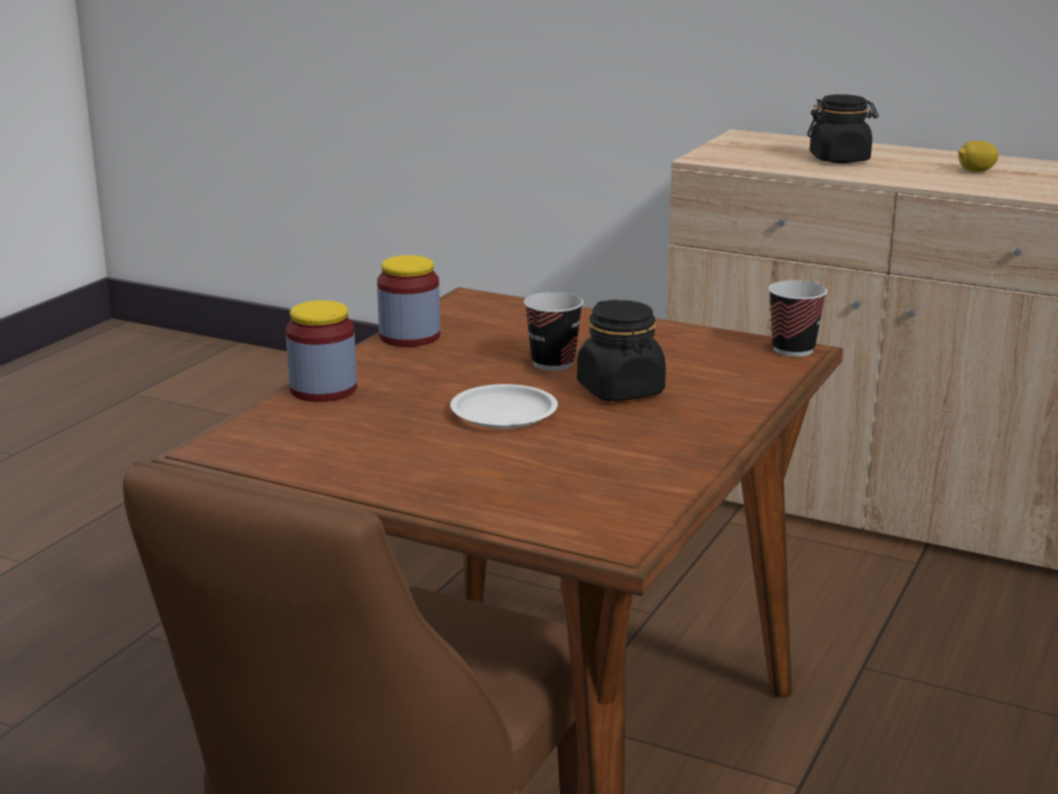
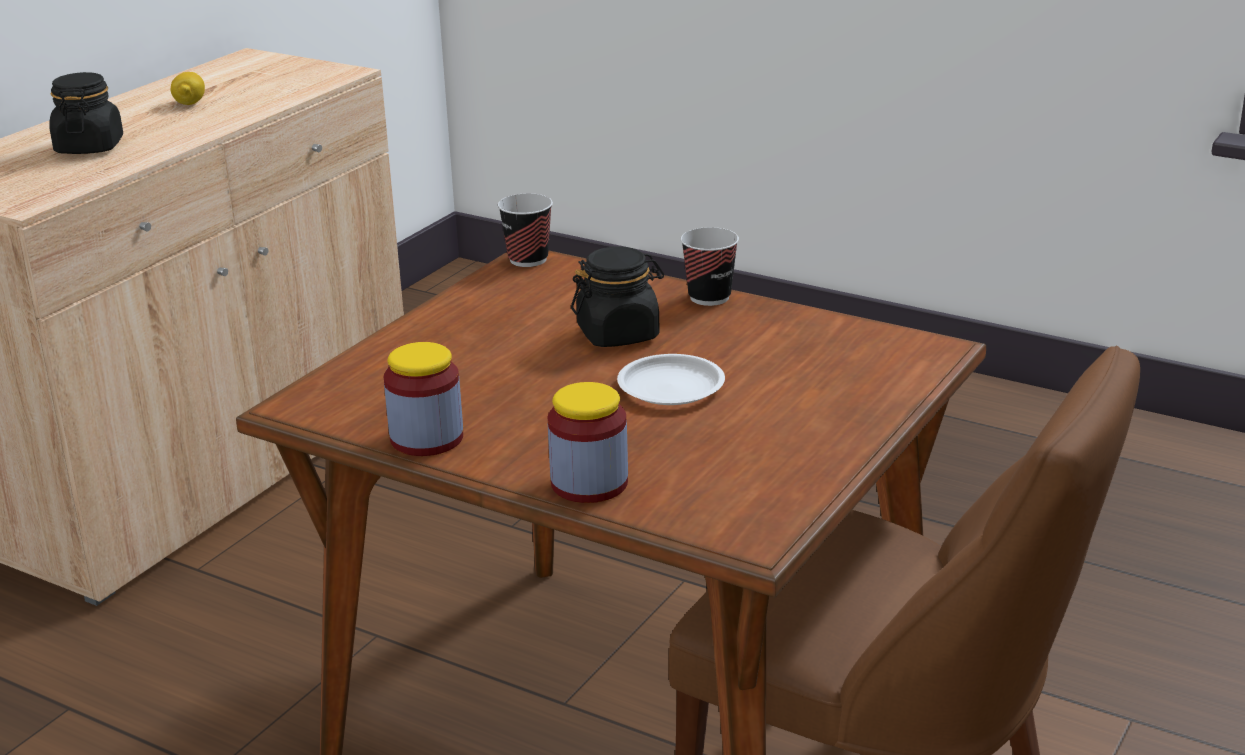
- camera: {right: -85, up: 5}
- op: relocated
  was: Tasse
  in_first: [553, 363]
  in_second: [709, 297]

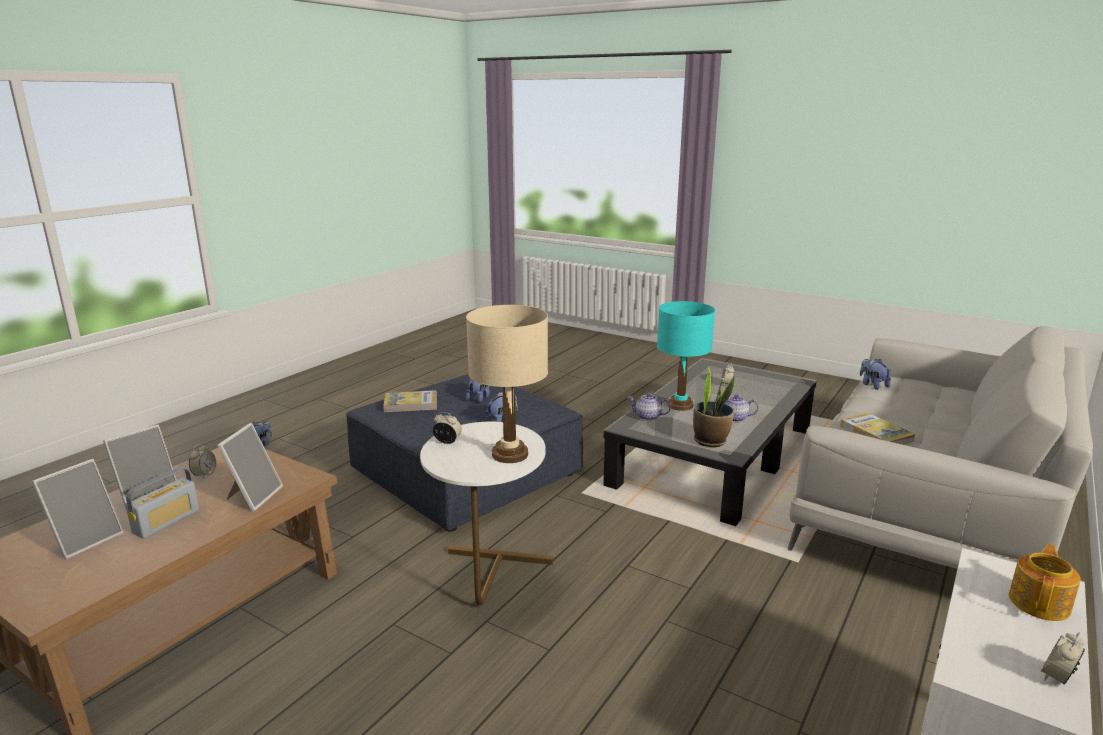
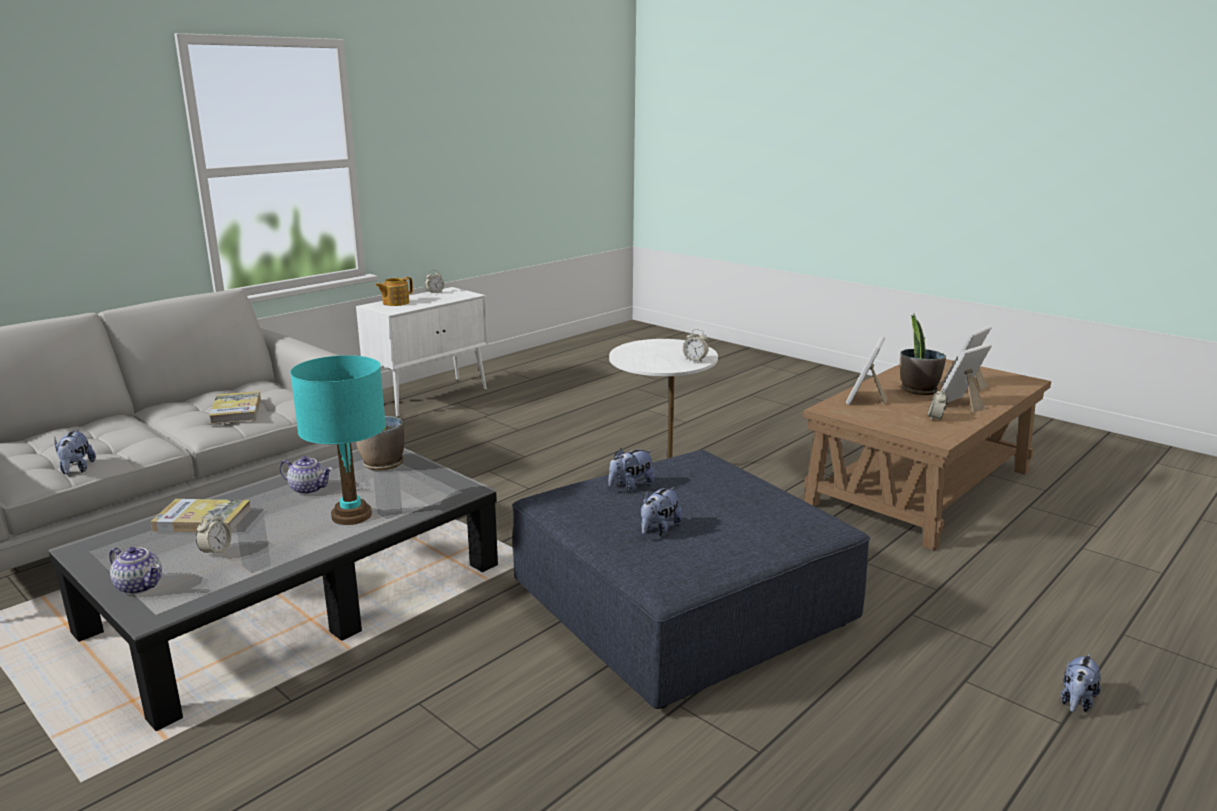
- camera: {right: -170, up: 0}
- op: missing
  was: Tischlampe/beige
  in_first: [509, 454]
- op: relocated
  was: Buch
  in_first: [411, 404]
  in_second: [202, 520]
- op: relocated
  was: Teekanne
  in_first: [647, 417]
  in_second: [140, 586]
- op: exchanged
  was: Radio
  now: Topfpflanze
  in_first: [166, 522]
  in_second: [918, 390]

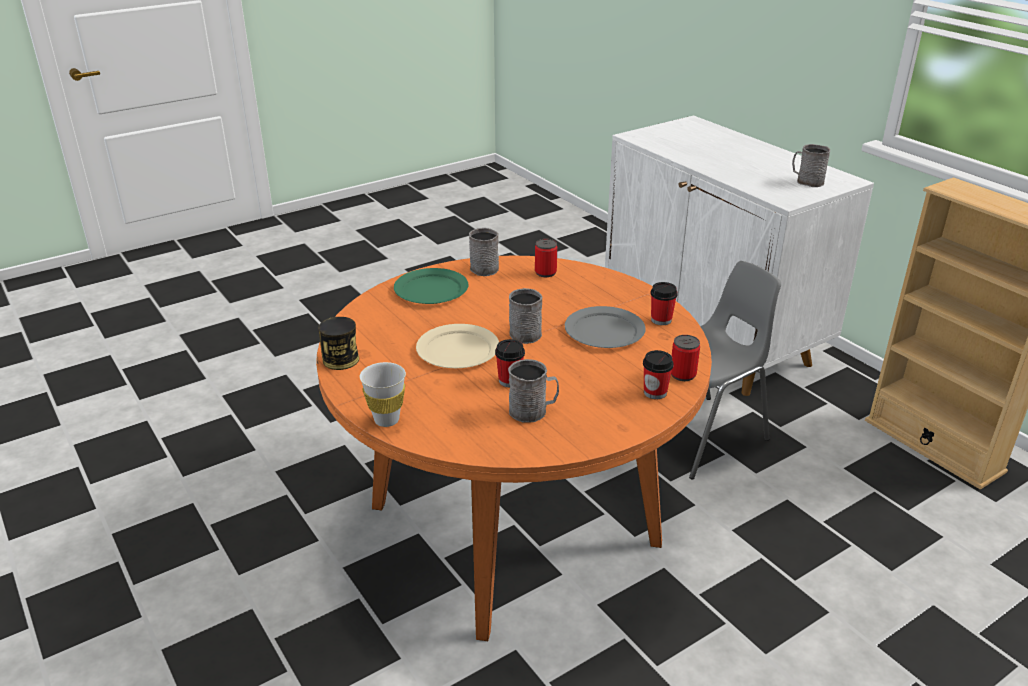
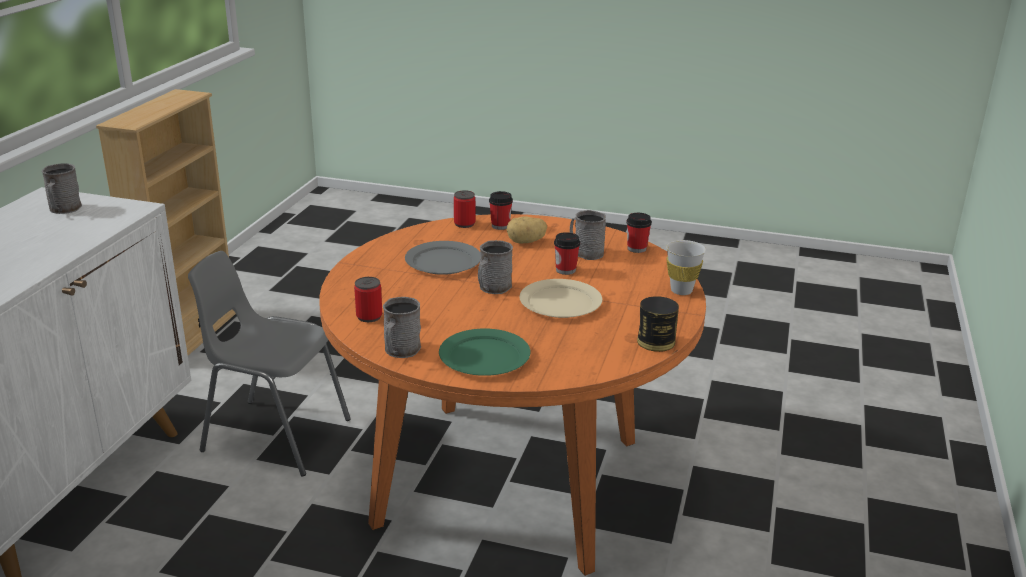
- camera: {right: -130, up: -5}
- op: relocated
  was: Tasse
  in_first: [661, 320]
  in_second: [636, 248]
- op: appeared
  now: Kartoffel
  in_second: [526, 242]

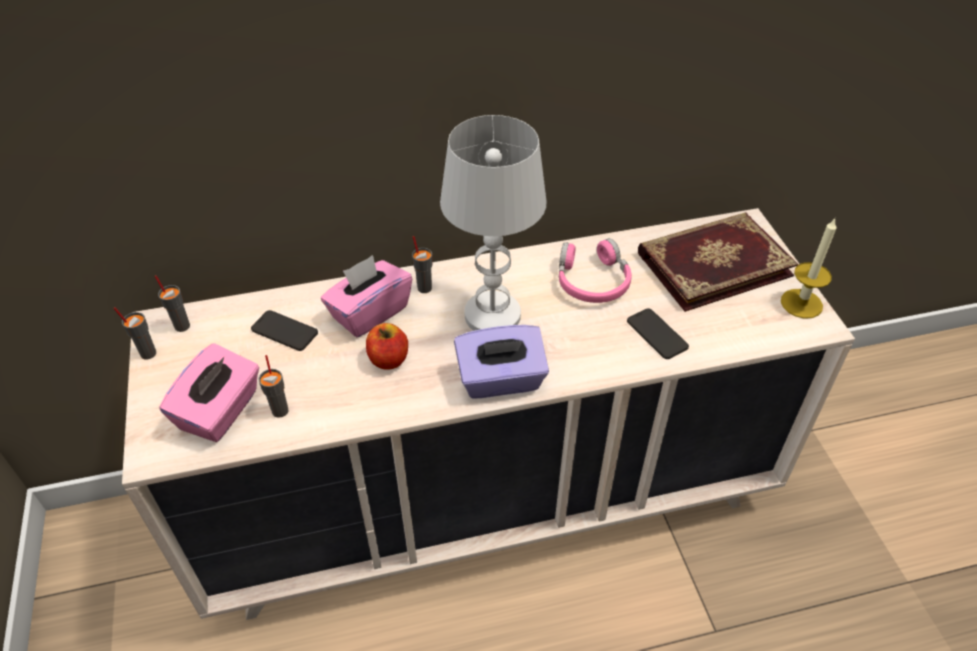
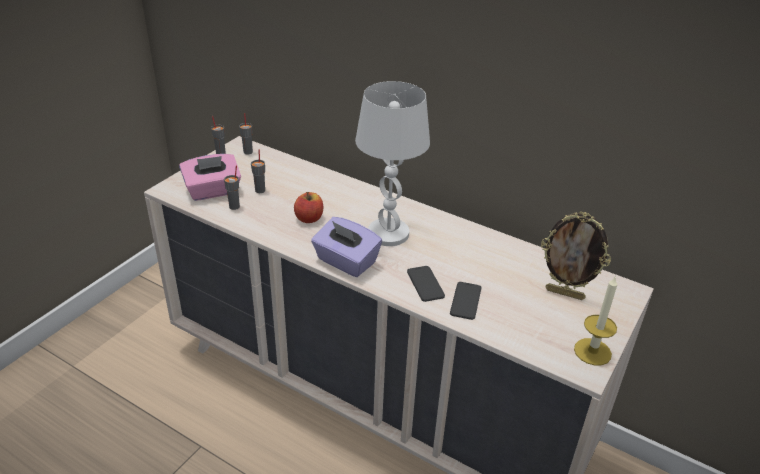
- camera: {right: 45, up: -10}
- op: exchanged
  was: Buch
  now: Bilderrahmen
  in_first: [713, 263]
  in_second: [565, 293]
- op: relocated
  was: Tasse/grau
  in_first: [424, 288]
  in_second: [260, 190]
- op: missing
  was: Kopfhörer/rosa
  in_first: [592, 281]
- op: missing
  was: Taschentuchbox/rosa
  in_first: [369, 312]
- op: relocated
  was: Handy
  in_first: [284, 331]
  in_second: [425, 284]

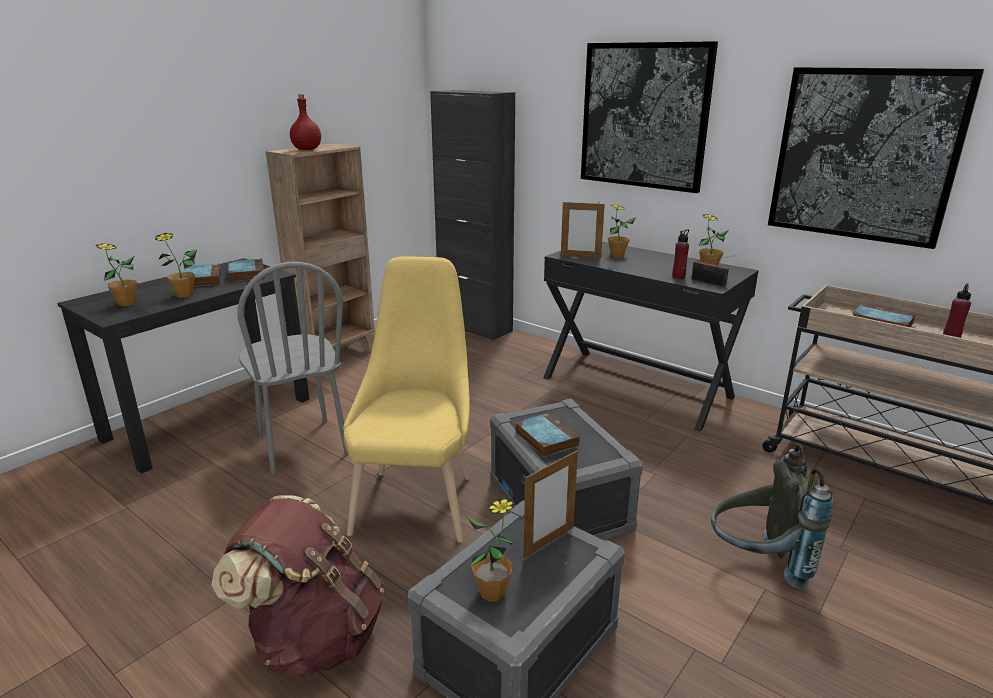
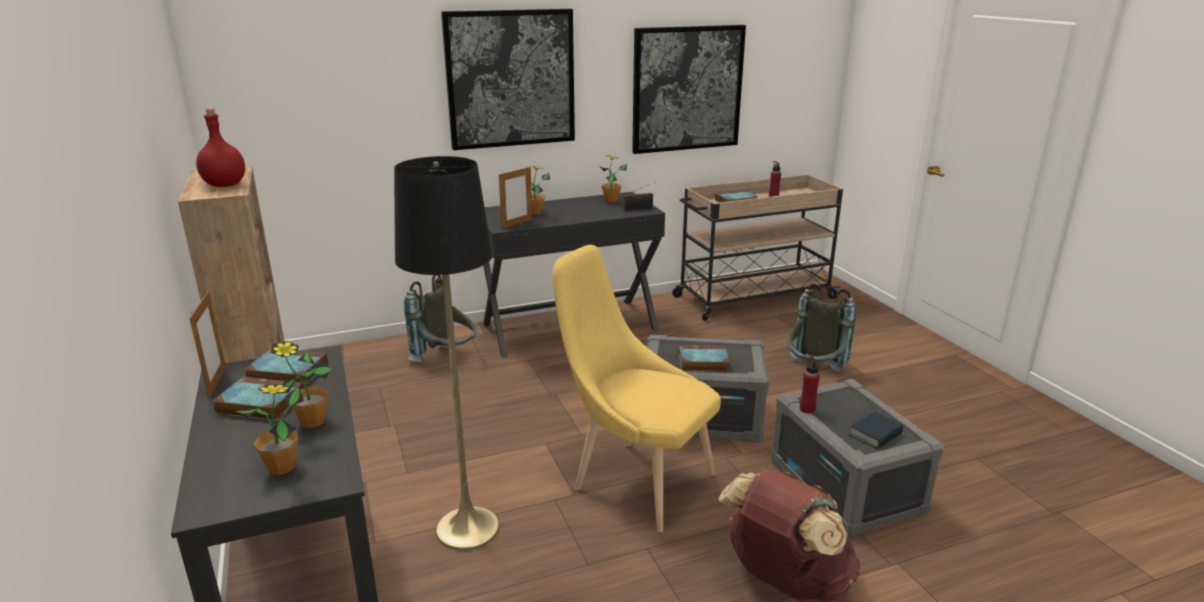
- camera: {right: -60, up: 0}
- op: missing
  was: Schrank/schwarz
  in_first: [475, 327]
- op: relocated
  was: Flasche/rot
  in_first: [678, 277]
  in_second: [807, 409]
- op: exchanged
  was: Stuhl/grau
  now: Stehlampe/schwarz
  in_first: [302, 446]
  in_second: [468, 529]
- op: relocated
  was: Bilderrahmen
  in_first: [549, 542]
  in_second: [217, 381]
- op: exchanged
  was: Topfpflanze
  now: Buch
  in_first: [492, 592]
  in_second: [875, 435]
- op: appeared
  now: Rucksack/grau
  in_second: [447, 359]

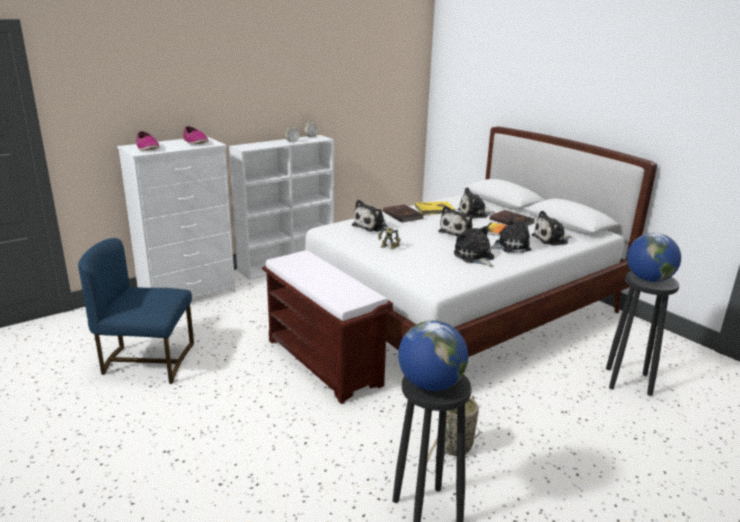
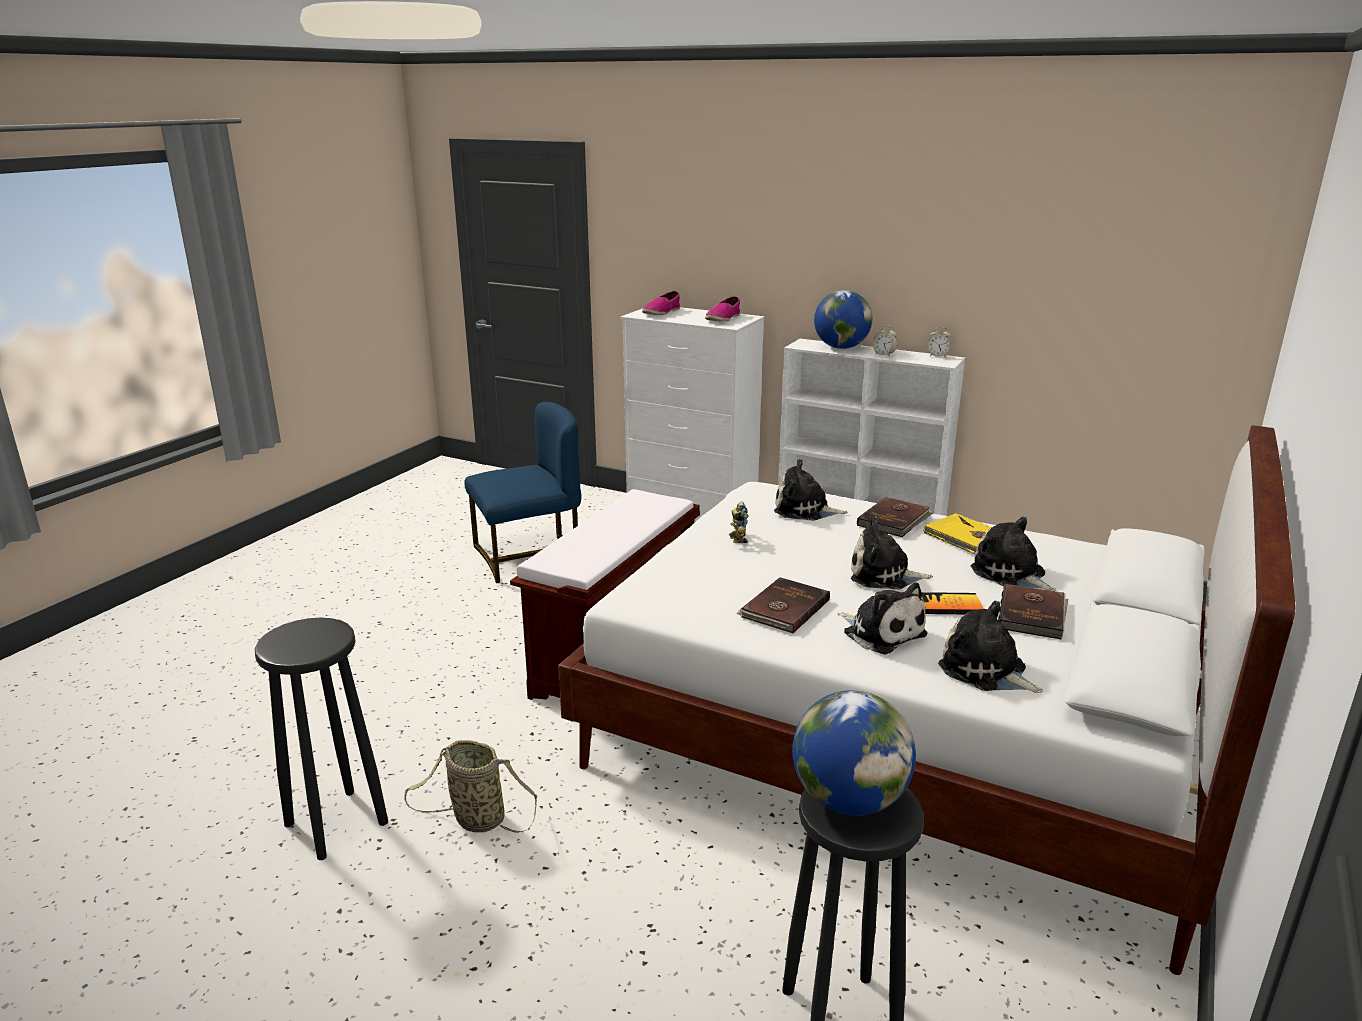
- camera: {right: 65, up: 0}
- op: exchanged
  was: Plüschtier
  now: Buch/braun
  in_first: [474, 257]
  in_second: [784, 608]
- op: spun
  was: Stuhl/blau
  in_first: [147, 361]
  in_second: [528, 556]
  clockwise: 90
- op: relocated
  was: Globus
  in_first: [430, 384]
  in_second: [841, 347]

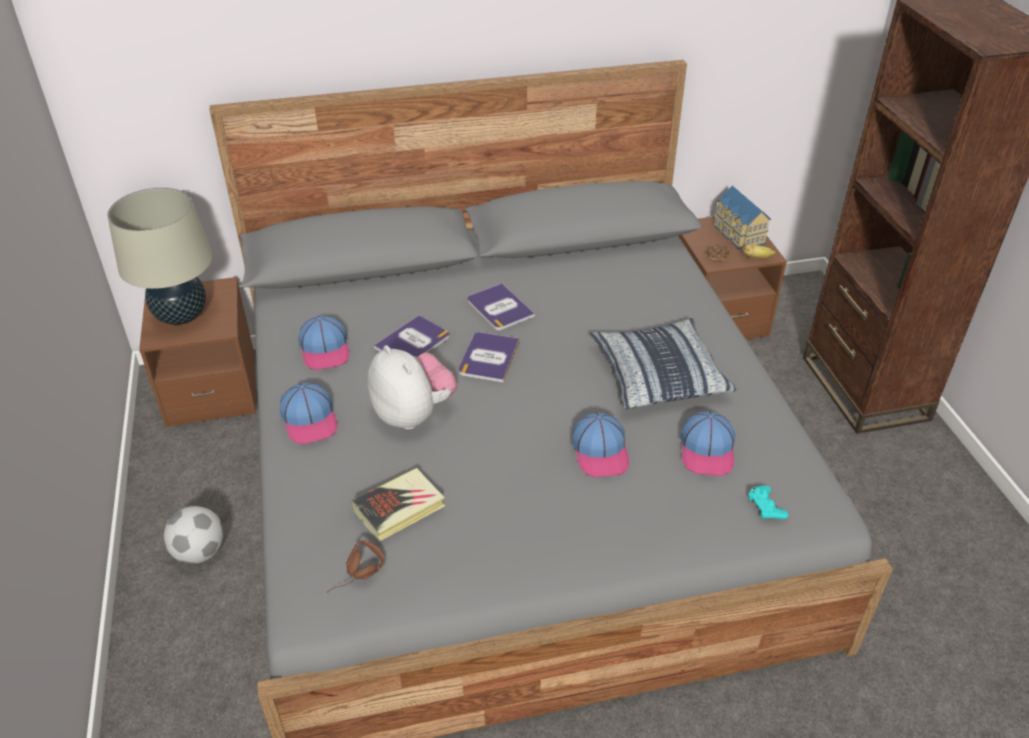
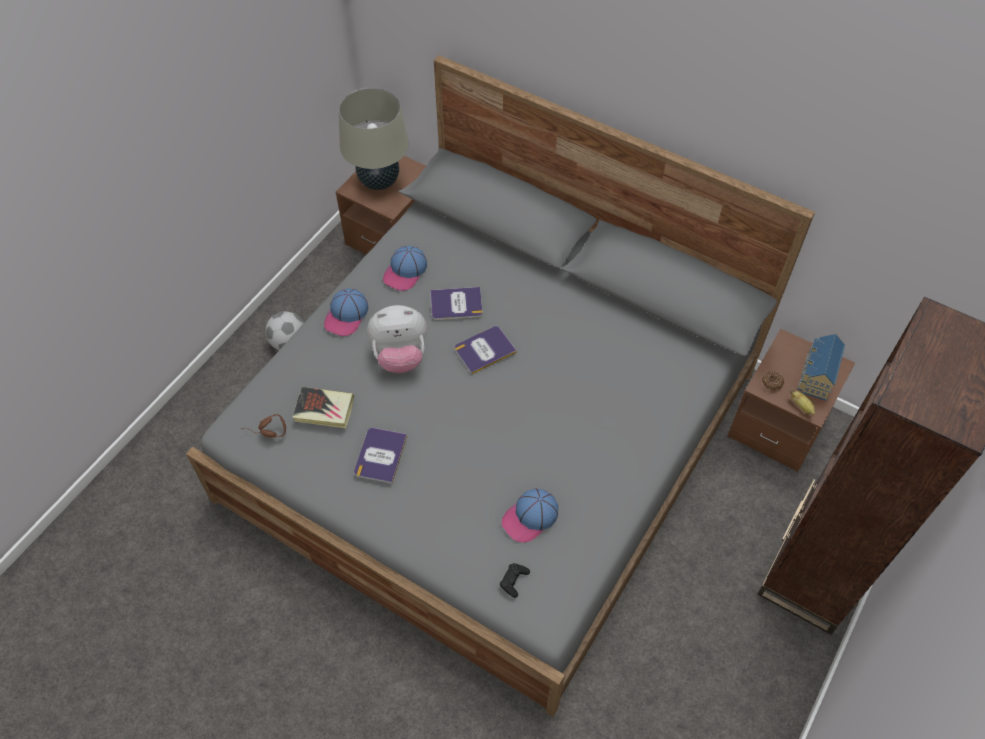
- camera: {right: 45, up: 15}
- op: relocated
  was: Buch
  in_first: [499, 308]
  in_second: [380, 455]
- op: missing
  was: Kissen
  in_first: [659, 374]
- op: spun
  was: Plüschtier
  in_first: [413, 414]
  in_second: [400, 356]
  clockwise: 75
- op: missing
  was: Kappe
  in_first: [600, 451]
- op: colour
  was: Gamepad/türkis
  now: Gamepad/schwarz
  in_first: [766, 507]
  in_second: [514, 581]

